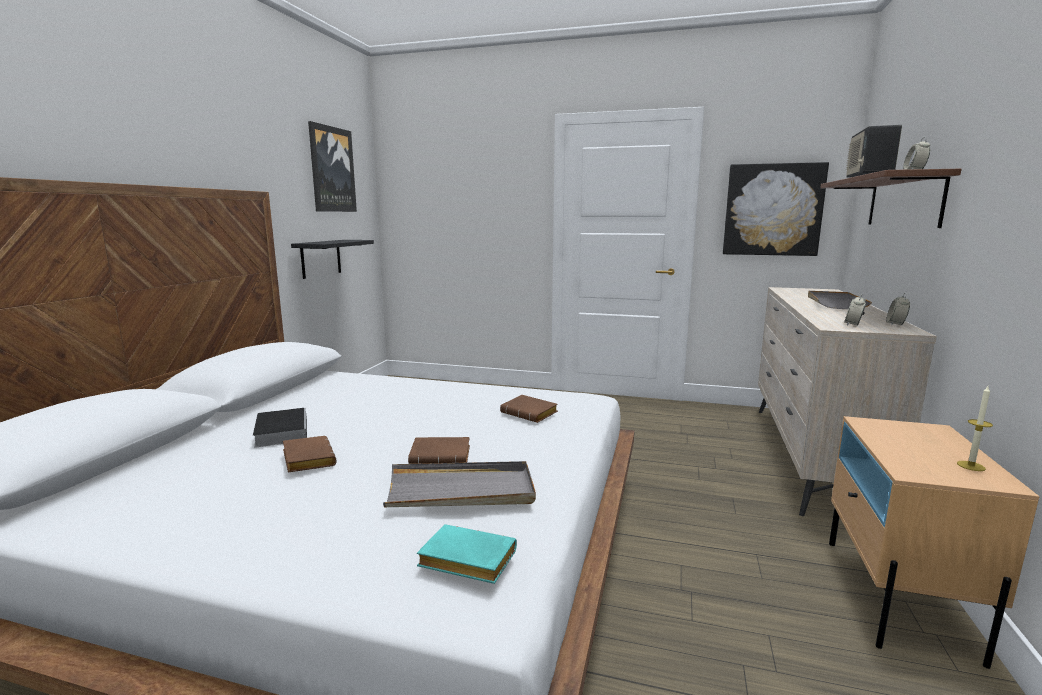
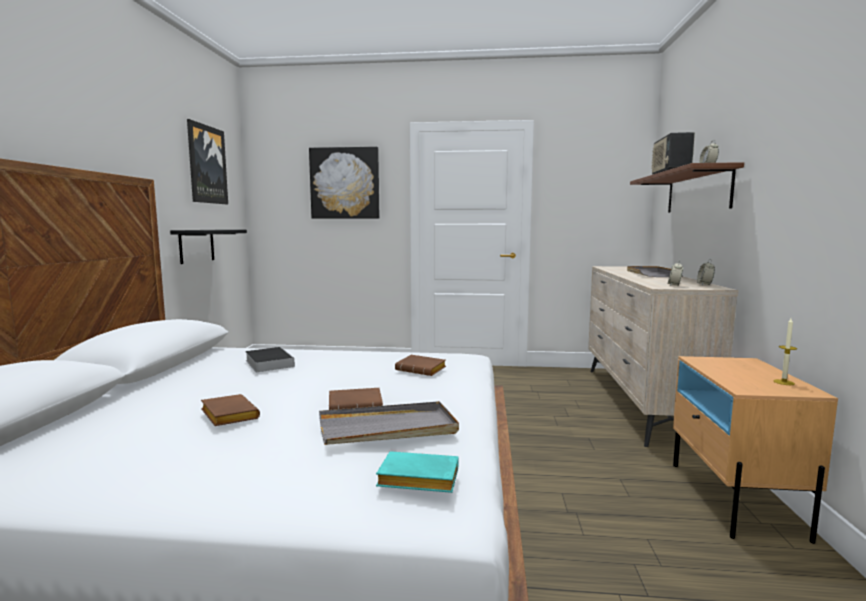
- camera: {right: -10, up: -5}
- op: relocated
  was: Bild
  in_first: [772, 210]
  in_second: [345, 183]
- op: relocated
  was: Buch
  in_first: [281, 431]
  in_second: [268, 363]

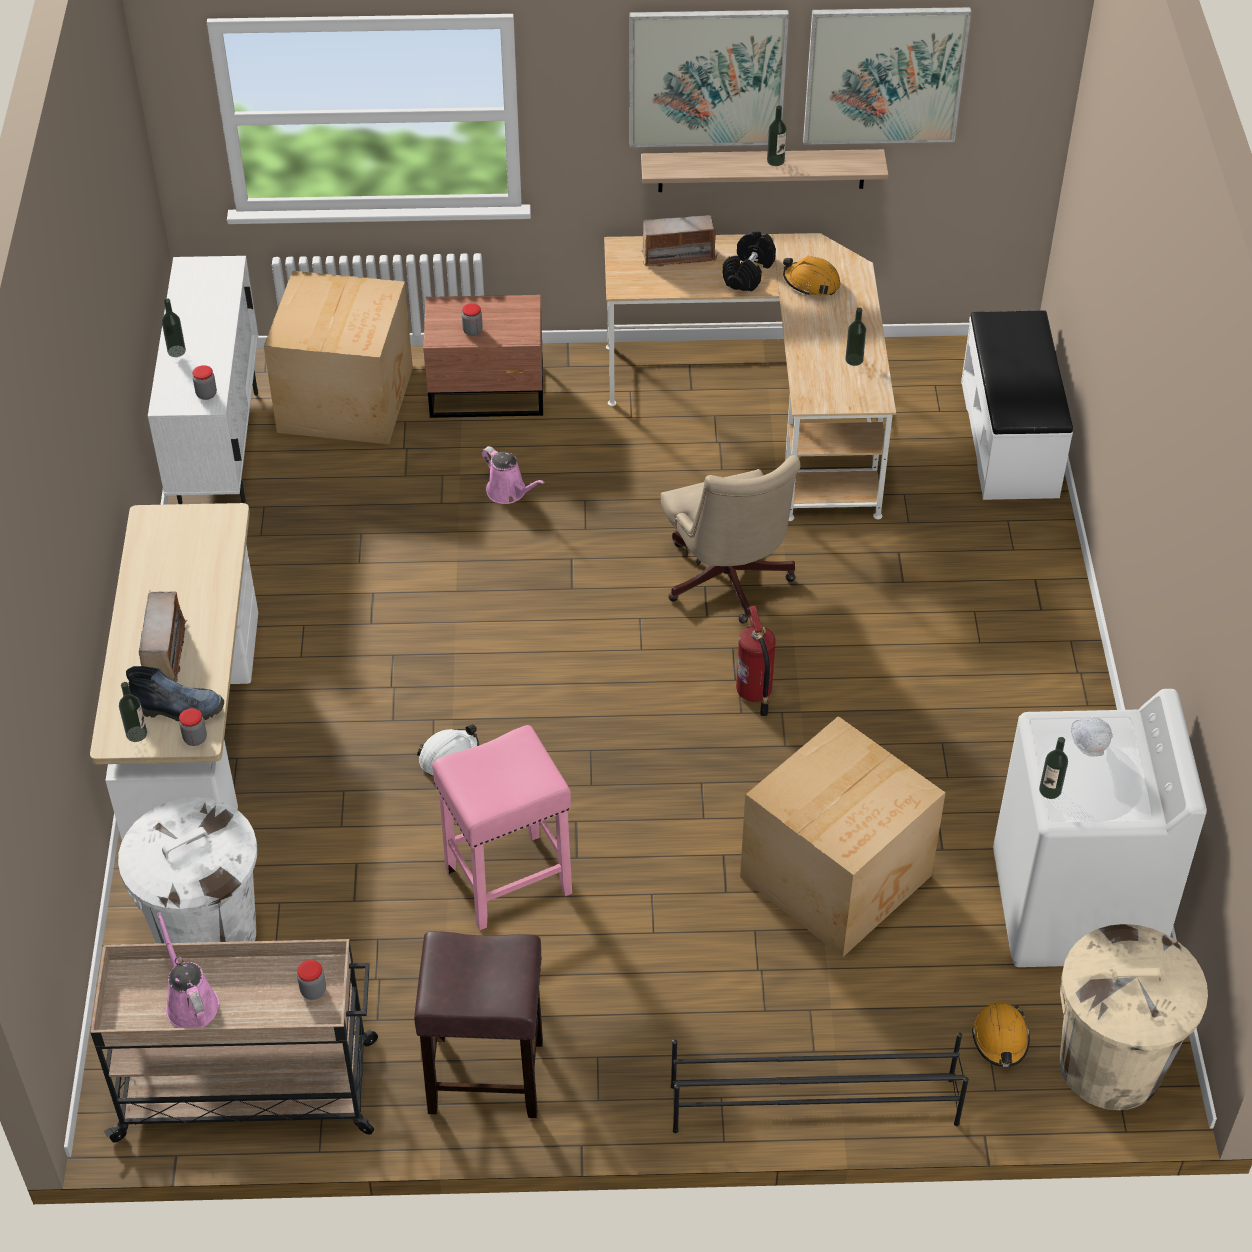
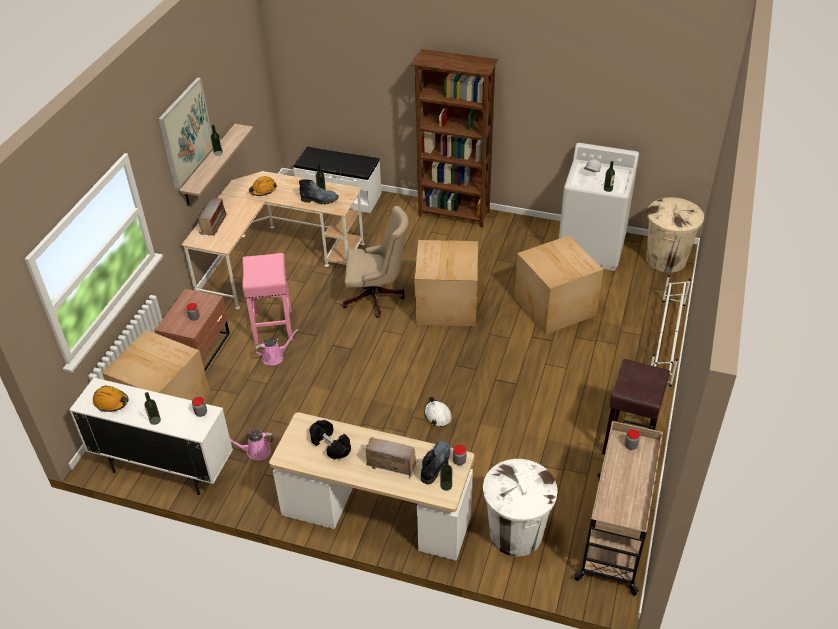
- camera: {right: -70, up: -5}
- op: missing
  was: Bild
  in_first: [884, 75]
- op: relocated
  was: Hantel/schwarz
  in_first: [748, 273]
  in_second: [330, 445]
- op: exchanged
  was: Feuerlöscher
  now: Karton
  in_first: [754, 693]
  in_second: [446, 305]
- op: relocated
  was: Hocker/rosa
  in_first: [506, 882]
  in_second: [273, 327]
- op: relocated
  was: Gießkanne/rosa
  in_first: [190, 1002]
  in_second: [256, 451]
- op: relocated
  was: Schutzhelm/orange
  in_first: [1000, 1039]
  in_second: [111, 402]
- op: colour
  was: Schuhregal/schwarz
  now: Schuhregal/weiß
  in_first: [812, 1104]
  in_second: [666, 341]
- op: appeared
  now: Bücherregal/braun
  in_second: [454, 214]
- op: appeared
  now: Stiefel
  in_second: [320, 200]

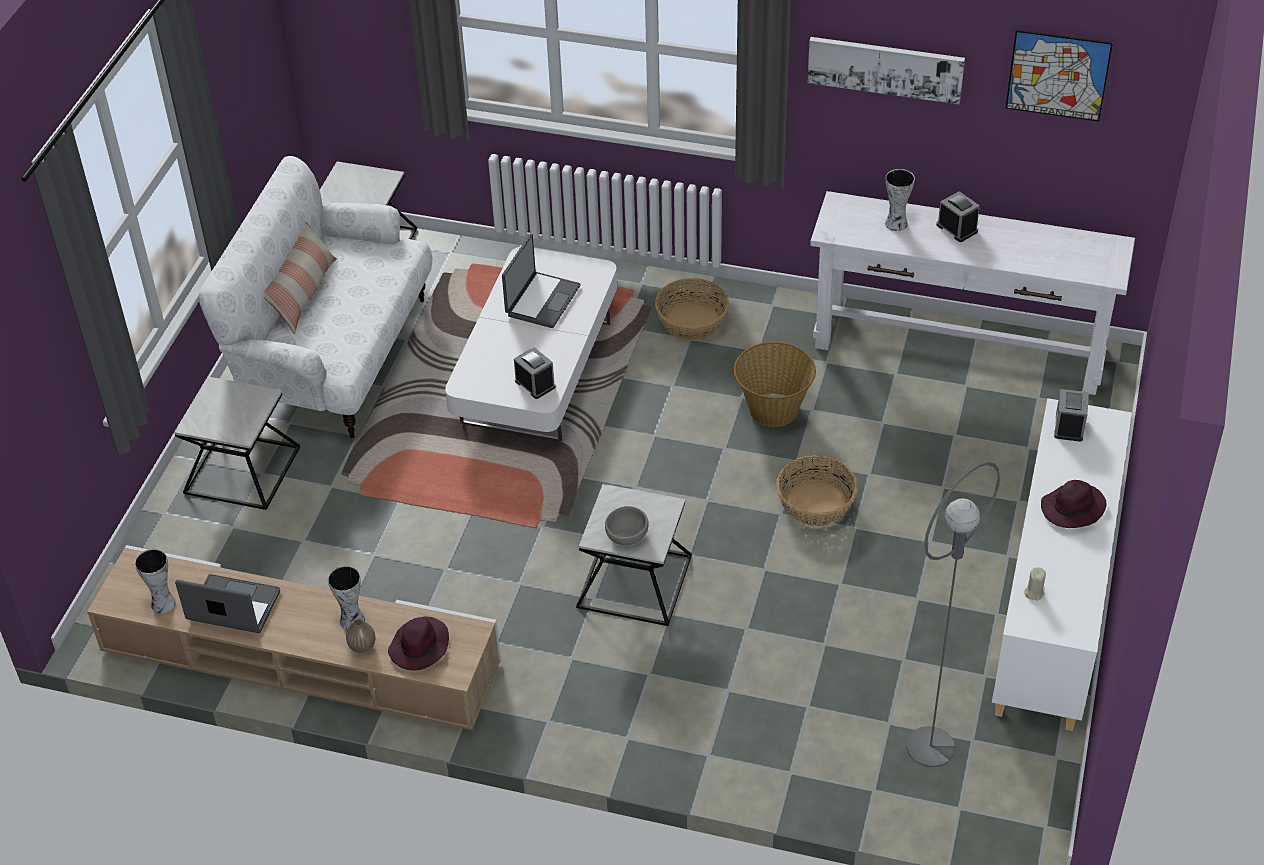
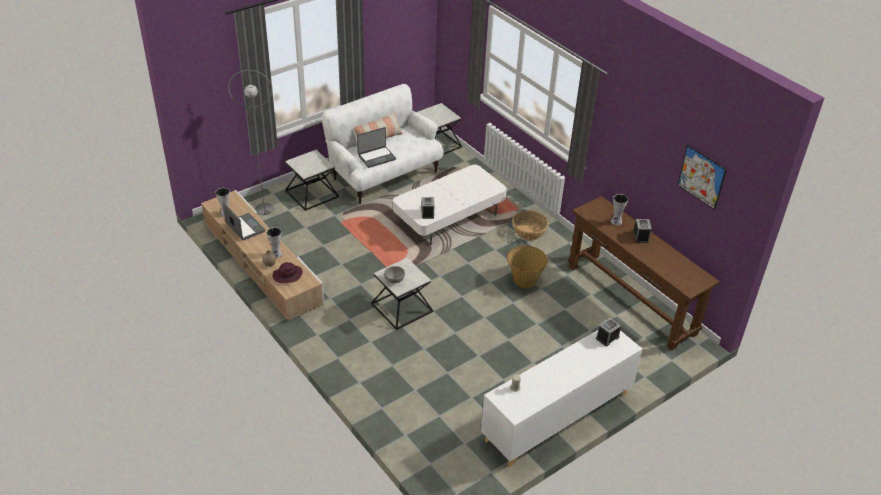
- camera: {right: 35, up: -5}
- op: missing
  was: Bild
  in_first: [885, 68]
- op: colour
  was: Konsolentisch/weiß
  now: Konsolentisch/braun
  in_first: [959, 347]
  in_second: [630, 299]
- op: relocated
  was: Laptop
  in_first: [541, 300]
  in_second: [376, 157]
- op: missing
  was: Korb
  in_first: [815, 504]
- op: relocated
  was: Stehlampe/grau
  in_first: [930, 747]
  in_second: [264, 209]
- op: missing
  was: Hut/lila
  in_first: [1072, 509]

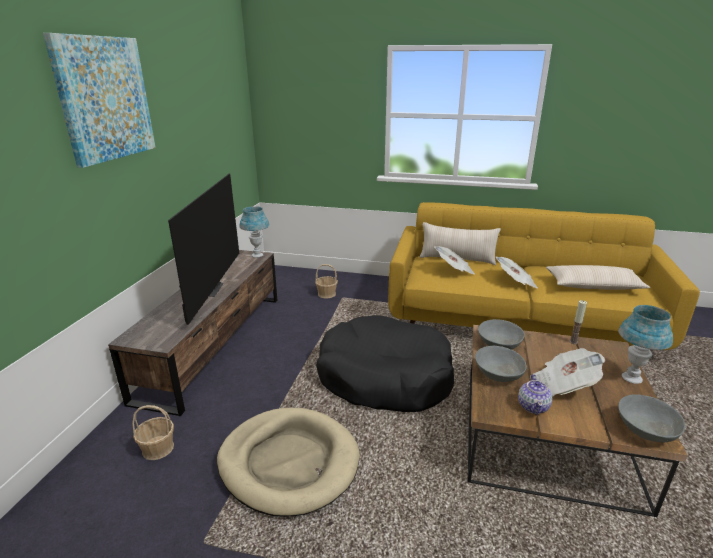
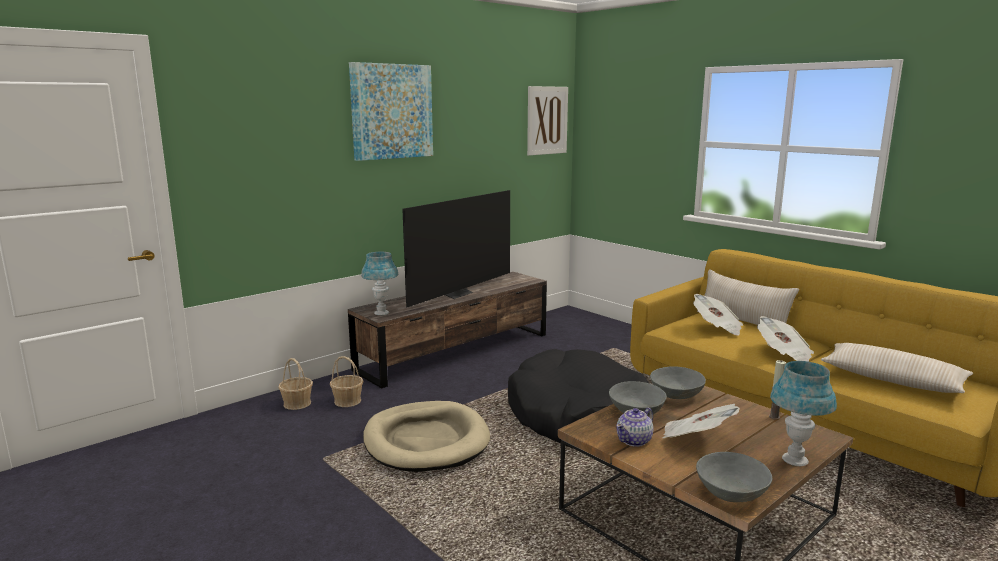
- camera: {right: 35, up: -10}
- op: relocated
  was: Tischlampe/blau
  in_first: [257, 255]
  in_second: [381, 313]
- op: relocated
  was: Korb
  in_first: [326, 294]
  in_second: [297, 403]
- op: appeared
  now: Bild
  in_second: [547, 120]

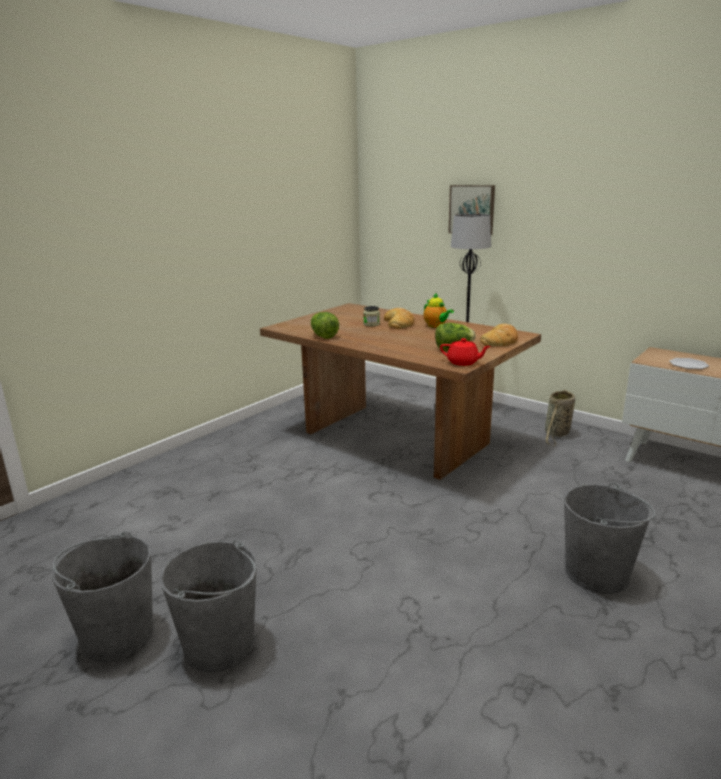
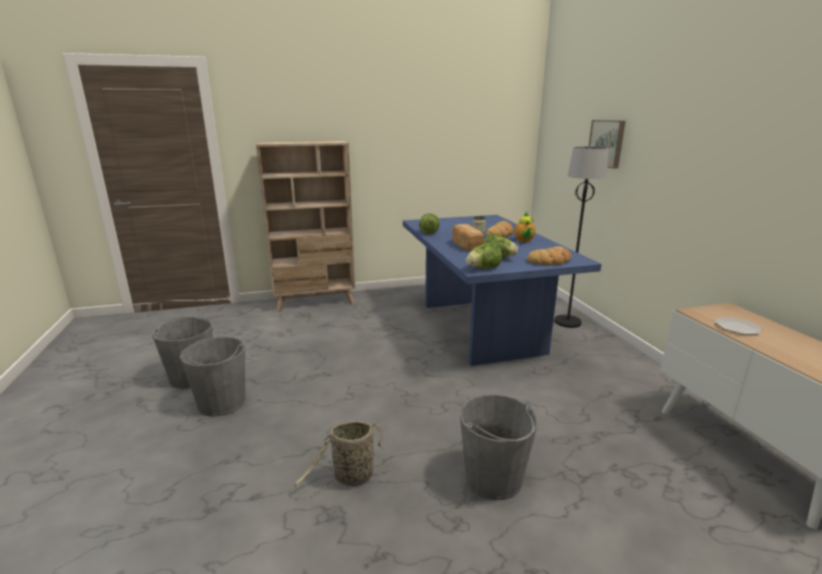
- camera: {right: 35, up: 0}
- op: colour
  was: Esstisch/braun
  now: Esstisch/blau
  in_first: [396, 437]
  in_second: [481, 327]
- op: exchanged
  was: Teekanne/rot
  now: Salatkopf
  in_first: [463, 362]
  in_second: [483, 269]
- op: relocated
  was: Korb
  in_first: [556, 434]
  in_second: [351, 478]
- op: appeared
  now: Bücherregal/beige
  in_second: [315, 302]
- op: appeared
  now: Brot
  in_second: [465, 246]

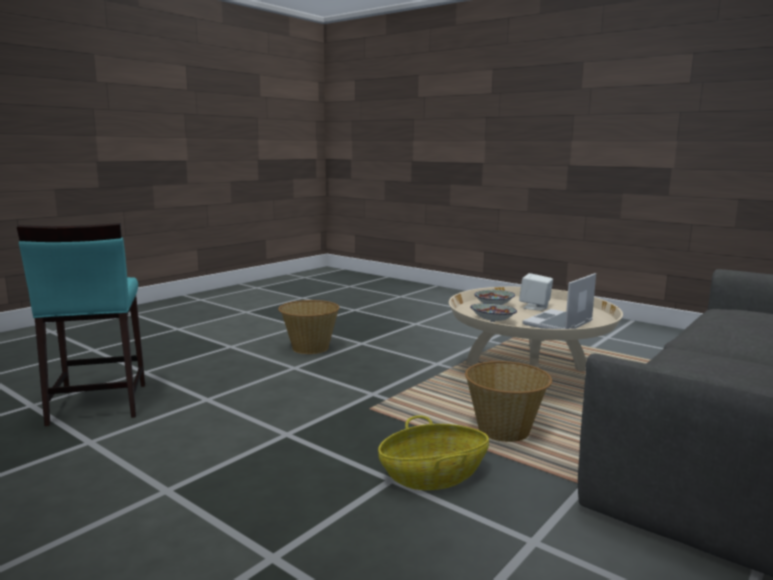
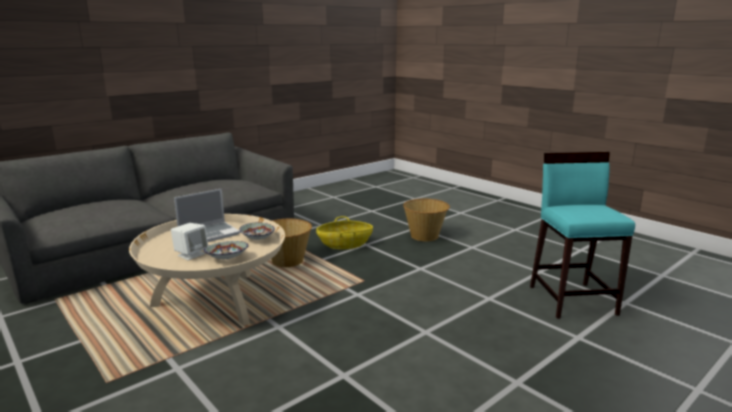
- camera: {right: -170, up: 5}
- op: relocated
  was: Korb
  in_first: [309, 348]
  in_second: [425, 236]

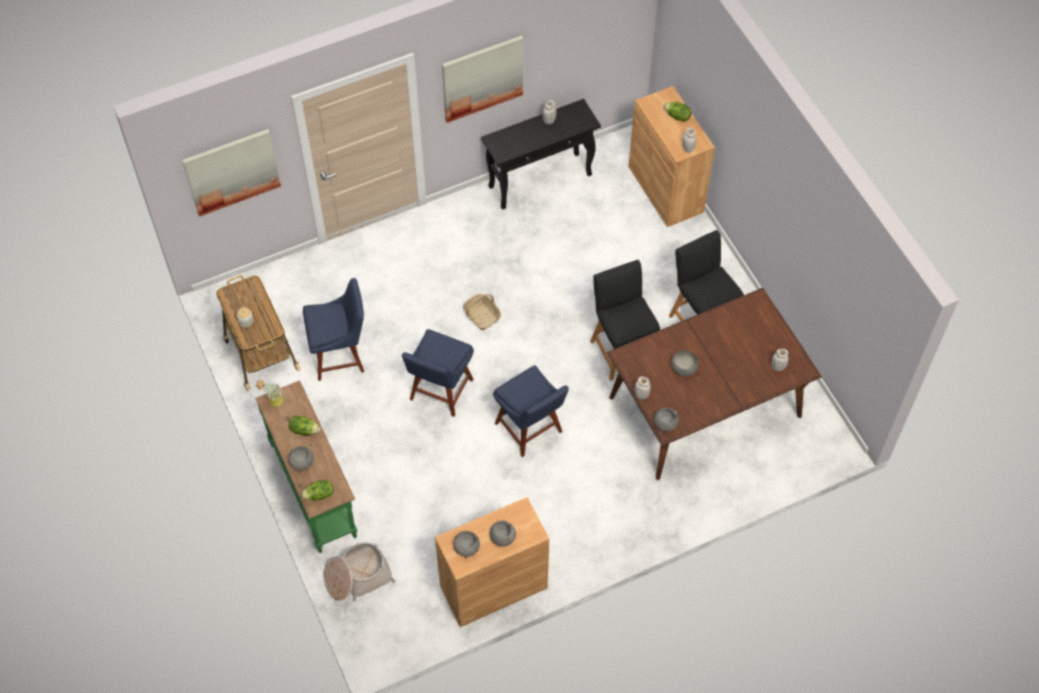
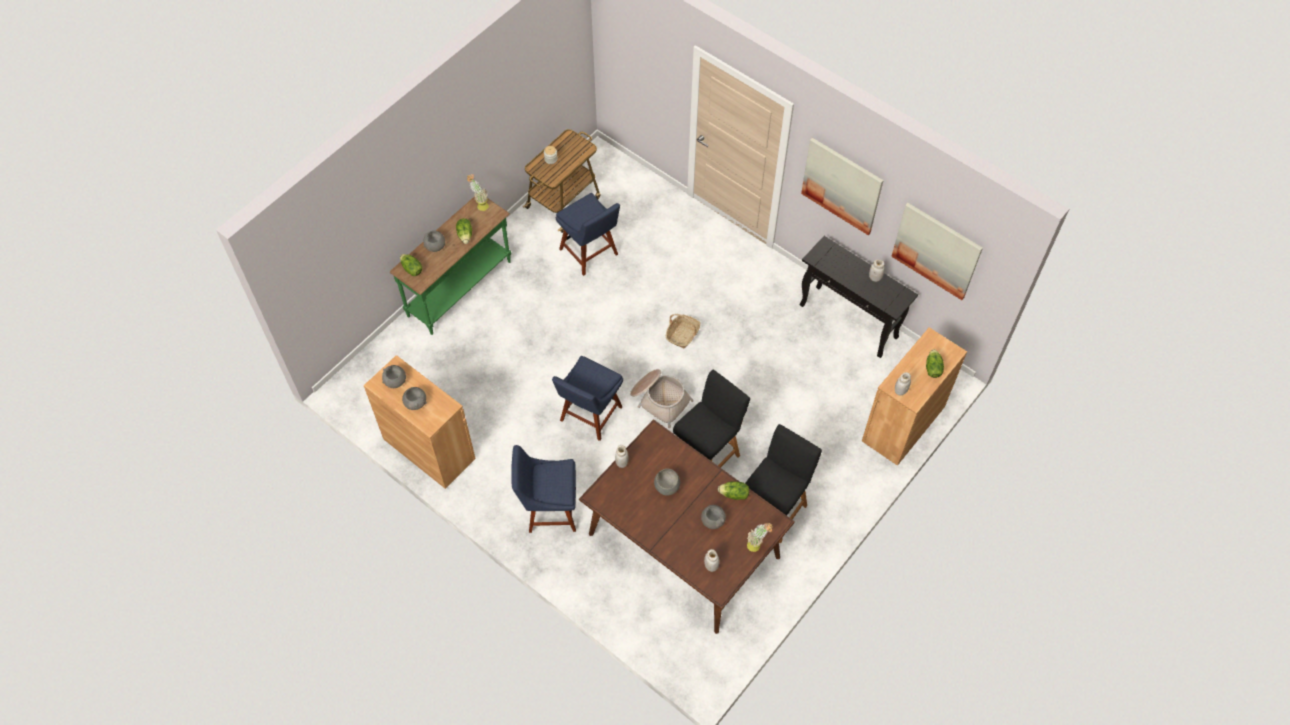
- camera: {right: 65, up: 0}
- op: relocated
  was: Bild
  in_first: [232, 171]
  in_second: [936, 250]
- op: relocated
  was: Stuhl/blau
  in_first: [440, 392]
  in_second: [549, 509]
- op: relocated
  was: Schüssel/grau
  in_first: [665, 424]
  in_second: [712, 520]
- op: relocated
  was: Korb
  in_first: [357, 576]
  in_second: [659, 399]
- op: appeared
  now: Salatkopf
  in_second: [734, 494]
- op: appeared
  now: Topfpflanze
  in_second: [757, 545]

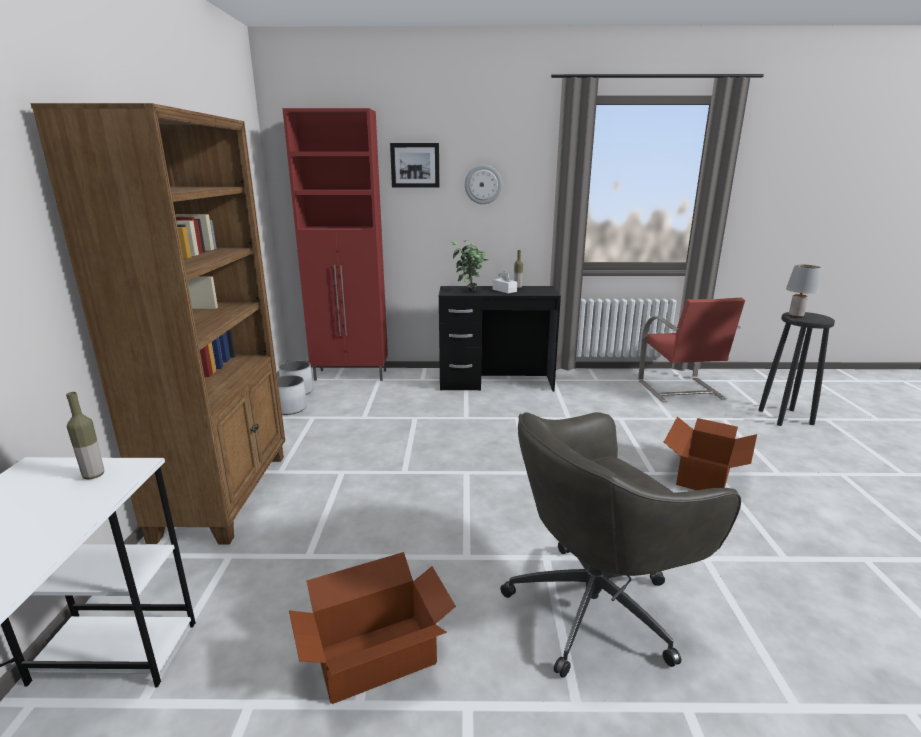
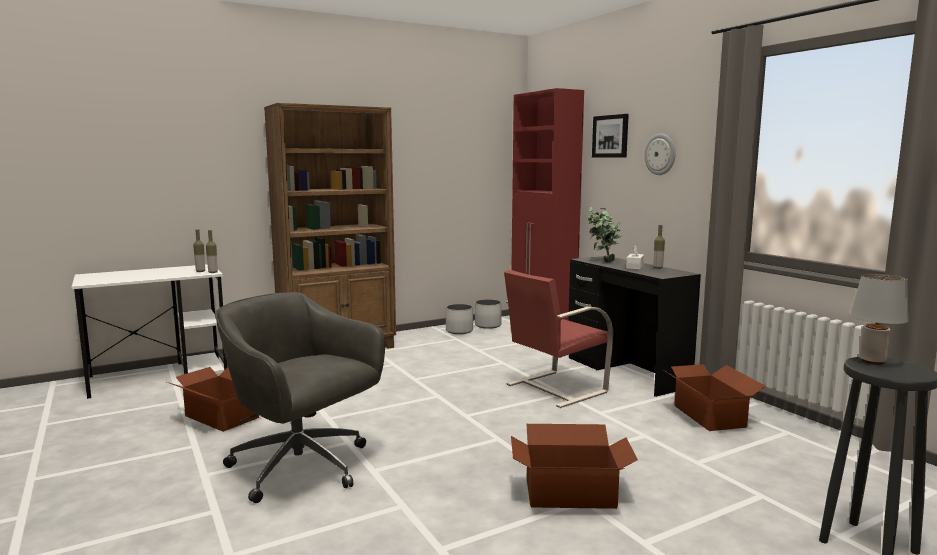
- camera: {right: 60, up: -10}
- op: relocated
  was: Stuhl/rot
  in_first: [680, 390]
  in_second: [554, 388]
- op: appeared
  now: Flasche
  in_second: [213, 272]
- op: appeared
  now: Karton
  in_second: [709, 416]

